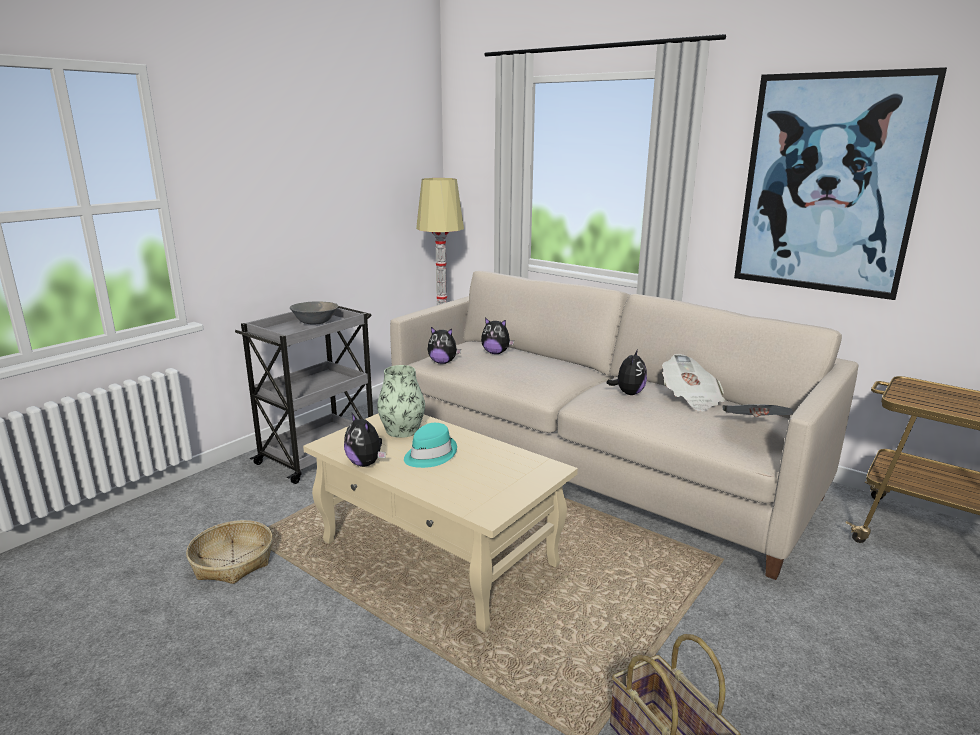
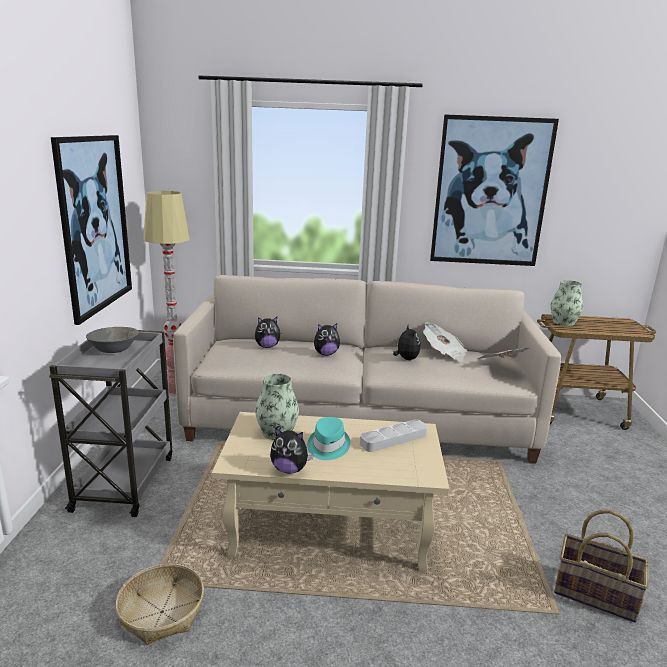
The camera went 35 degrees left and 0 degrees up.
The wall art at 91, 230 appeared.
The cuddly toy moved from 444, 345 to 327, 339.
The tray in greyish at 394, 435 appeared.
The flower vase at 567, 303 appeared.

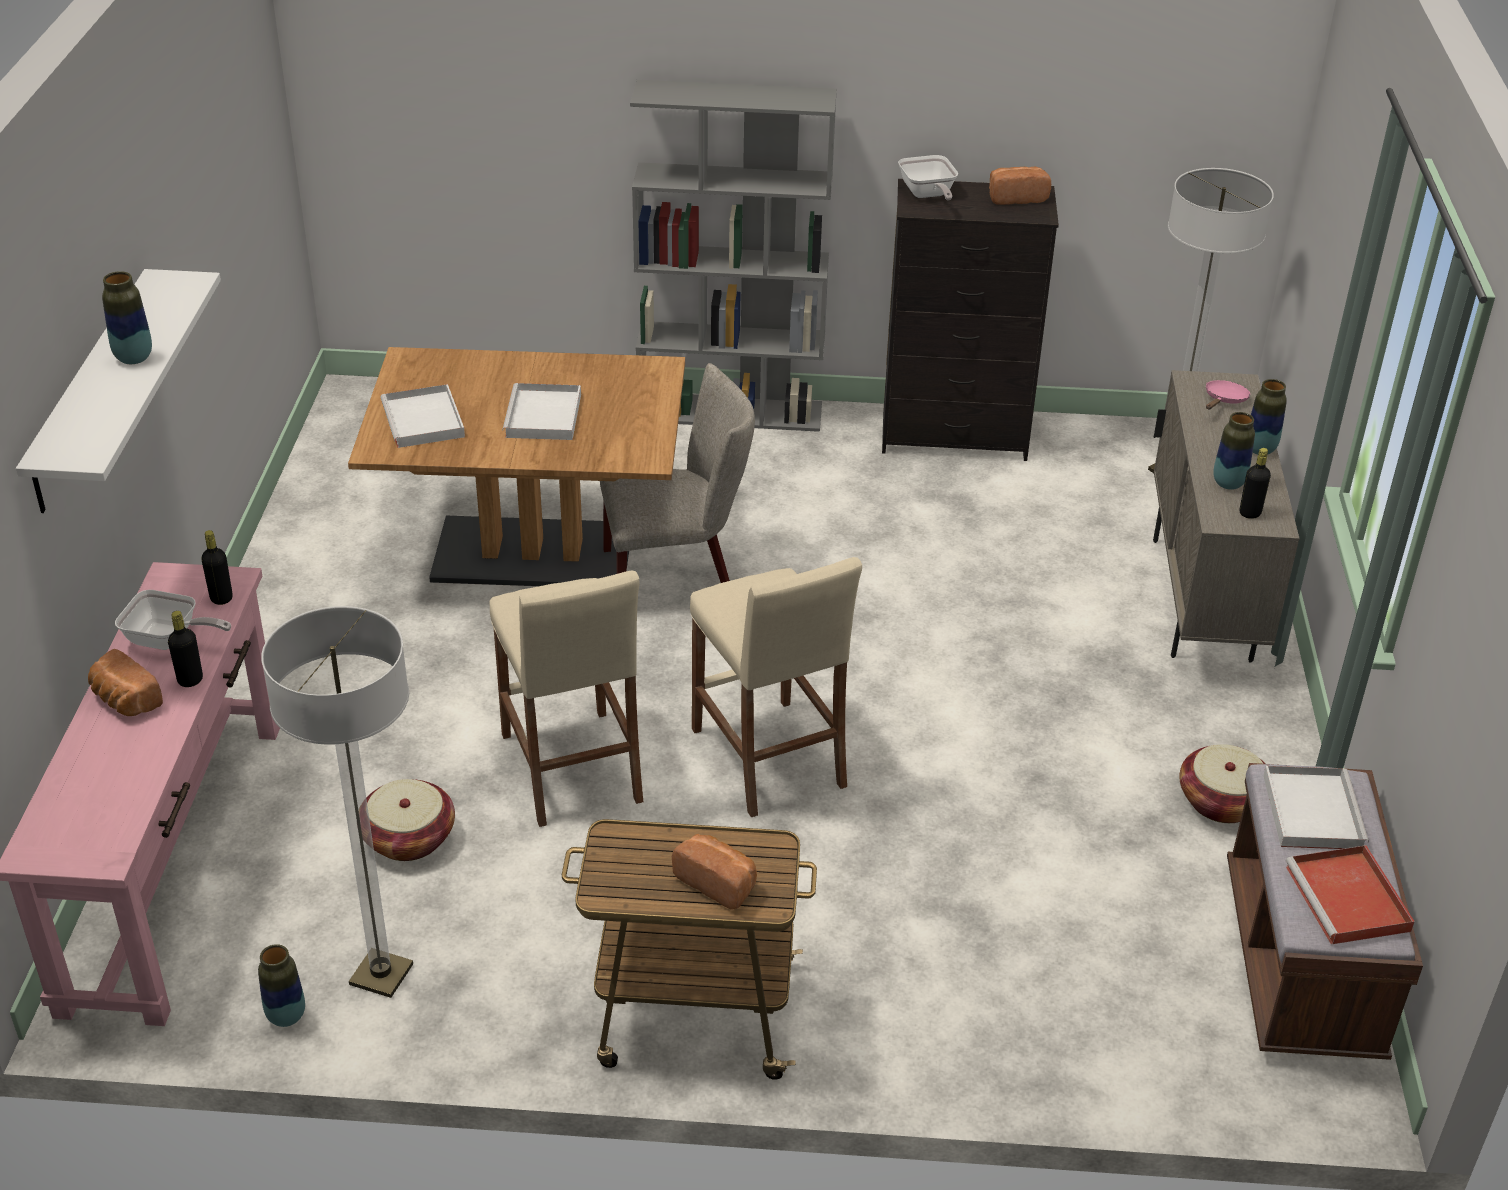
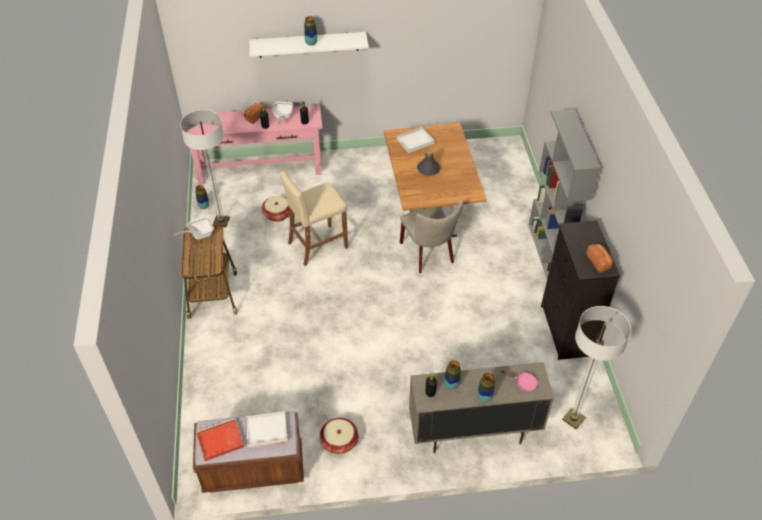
The camera went 80 degrees right and 10 degrees up.
The frying pan moved from 928, 178 to 194, 228.
The tray in whitish at 541, 411 was replaced by the beverage bottle in greyish at 428, 163.
The baked bread at 714, 871 disappeared.
The stool in beige-coloured at 776, 687 disappeared.

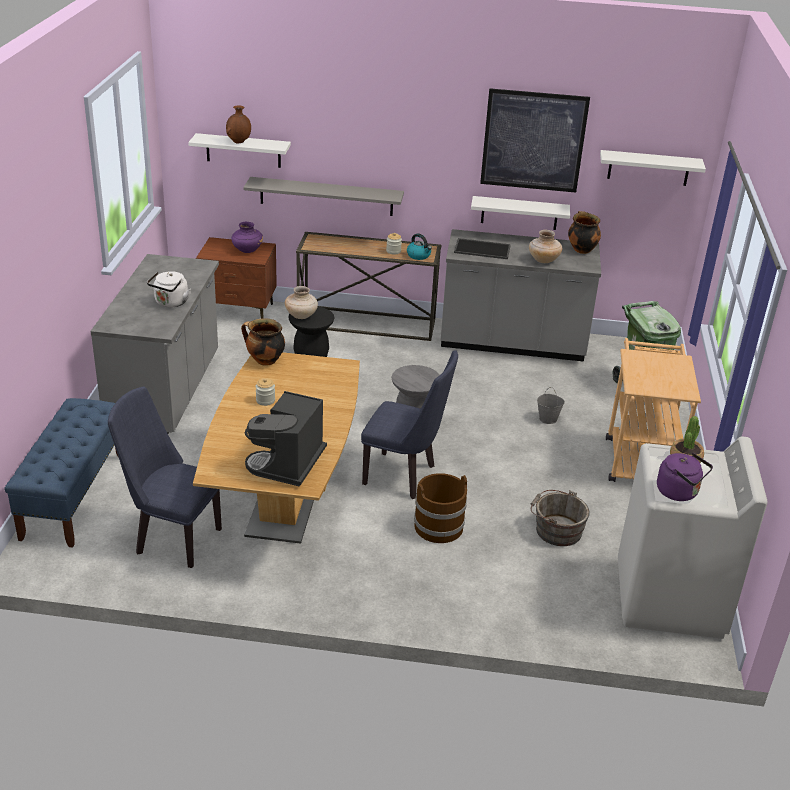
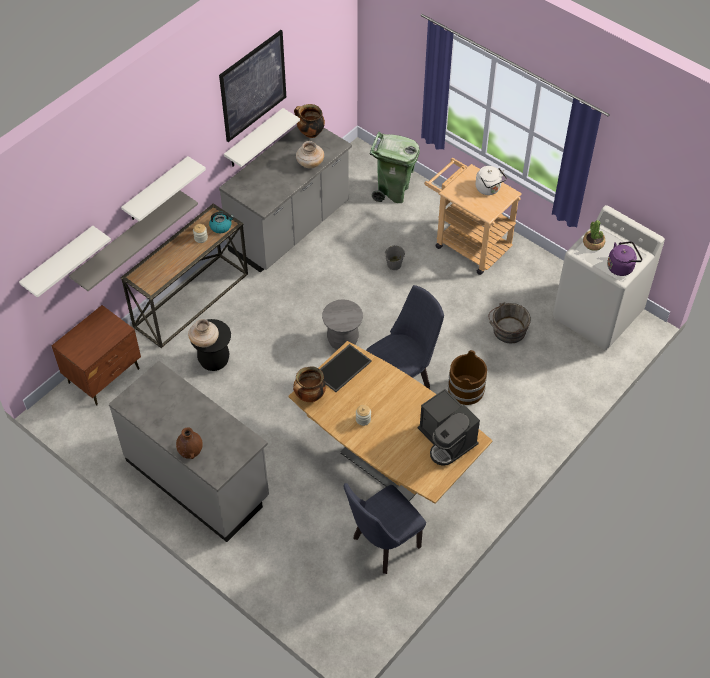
The camera went 55 degrees left and 20 degrees up.
The wall shelf in whitish moved from 653, 168 to 163, 189.
The flower vase in brownish moved from 238, 124 to 189, 443.
The tray moved from 482, 248 to 346, 368.
The water kettle in whitish moved from 169, 289 to 491, 180.
The bench in bluish at 61, 473 disappeared.
The flower vase in purple at 247, 237 disappeared.

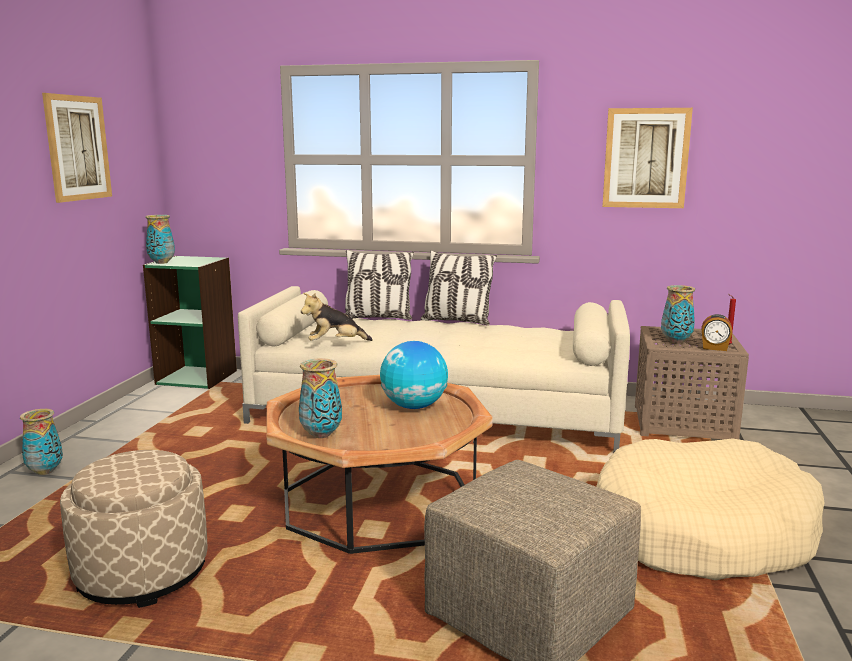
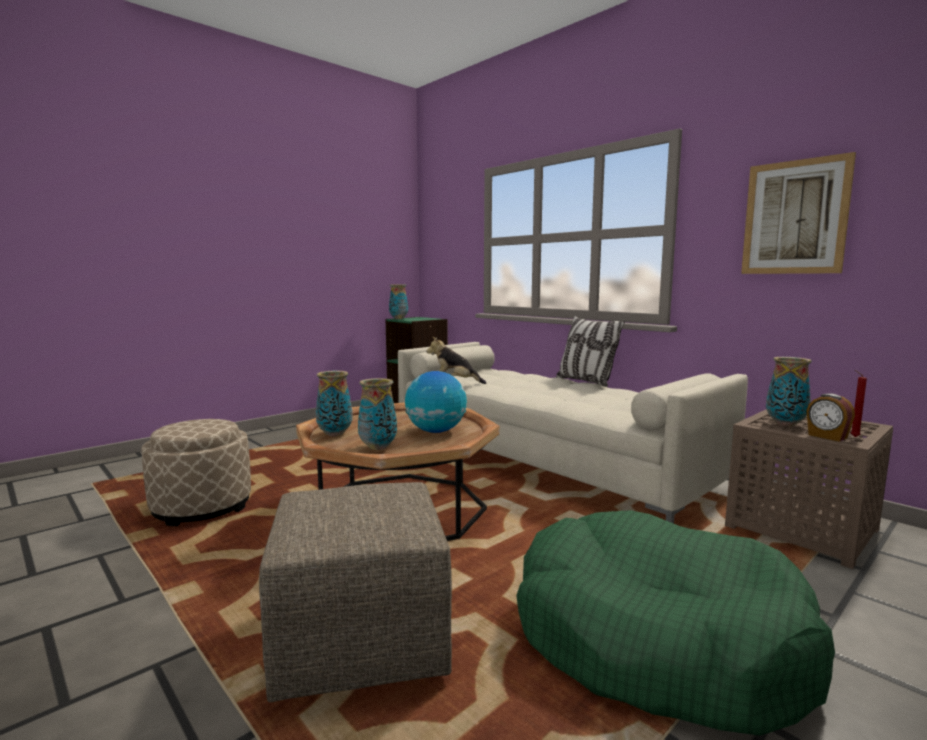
The camera went 35 degrees right and 5 degrees down.
The flower vase moved from 41, 442 to 377, 414.
The dog bed in beige-coloured at 710, 509 became the dog bed in green-coloured at 675, 623.
The wall art at 77, 148 disappeared.
The pillow at 379, 285 disappeared.

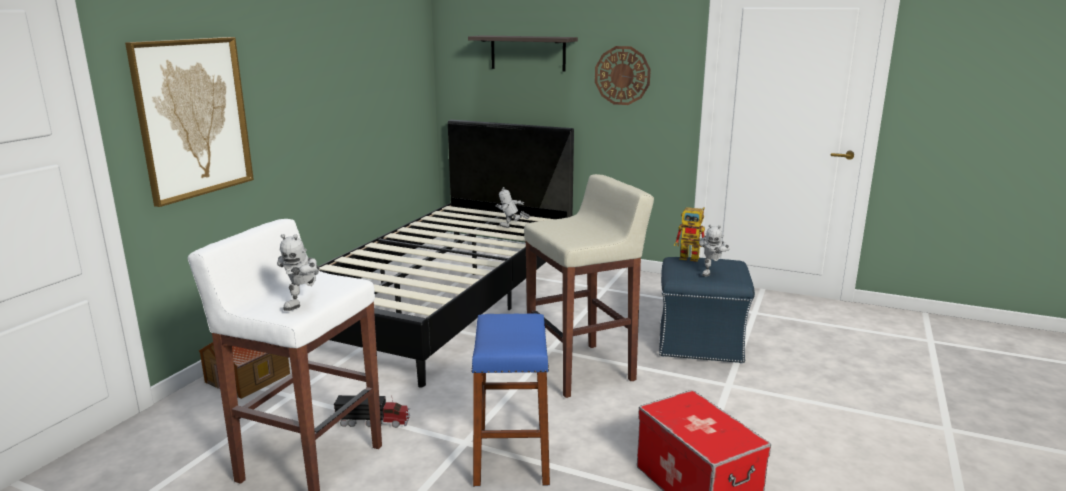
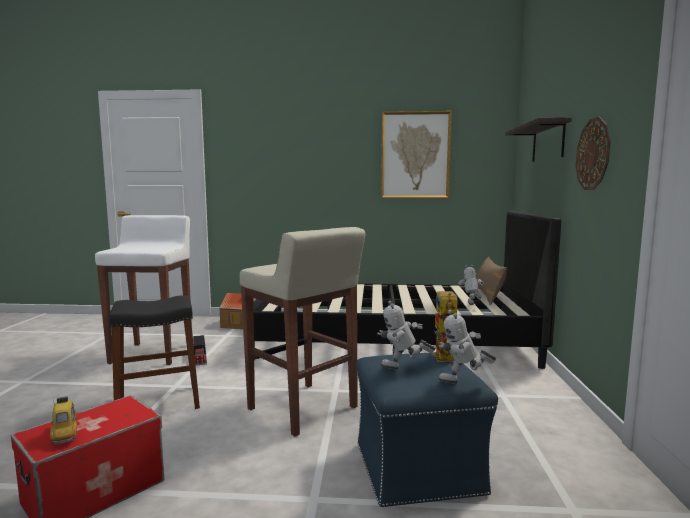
The camera went 70 degrees right and 10 degrees down.
The miniature car at 63, 421 appeared.
The stool in bluish at 510, 399 became the stool in black-coloured at 154, 352.
The wall art moved from 189, 122 to 416, 154.
The model robot moved from 298, 272 to 467, 347.
The pillow in brownish at 491, 280 appeared.

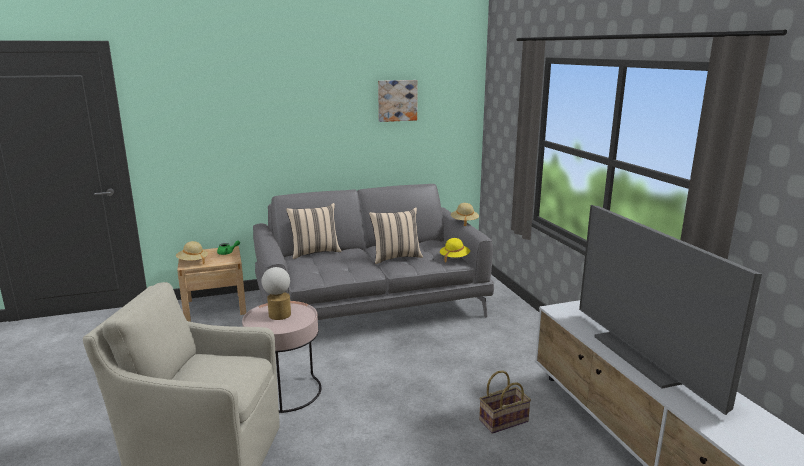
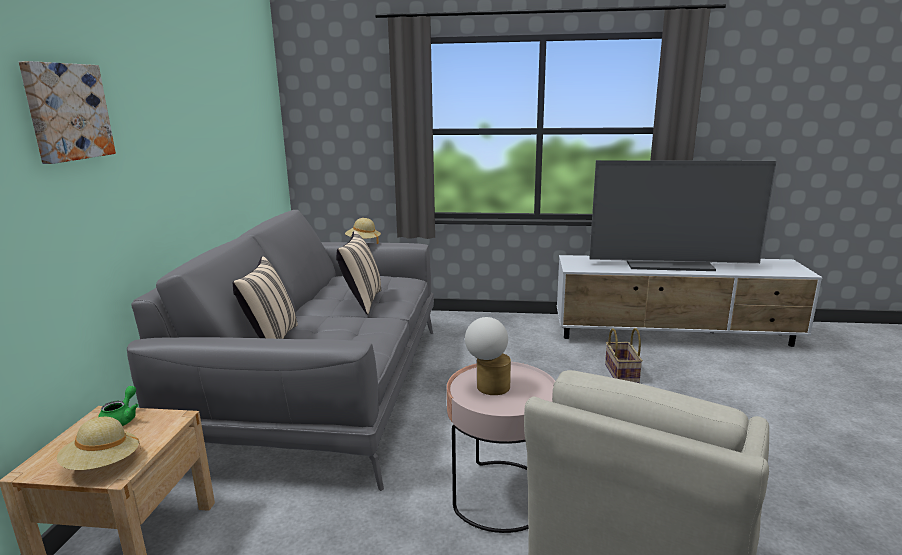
The camera went 65 degrees left and 0 degrees up.
The wall art moved from 398, 101 to 67, 112.
The hat in yellowish at 455, 250 disappeared.

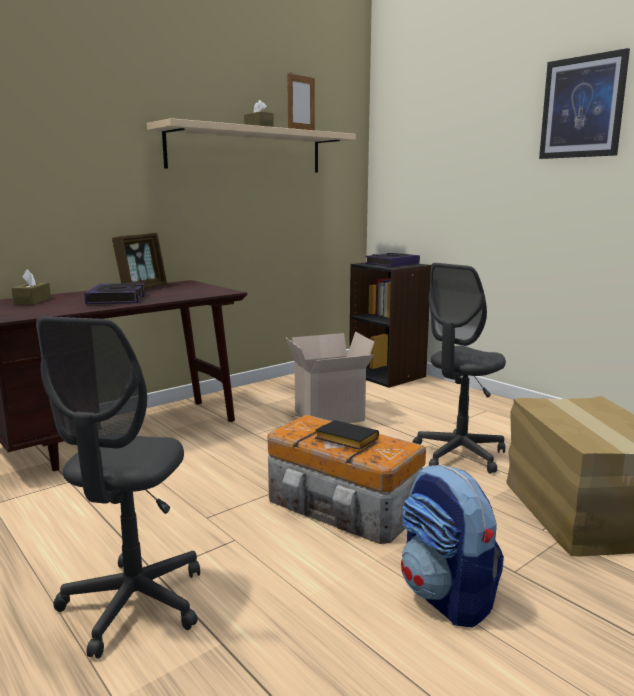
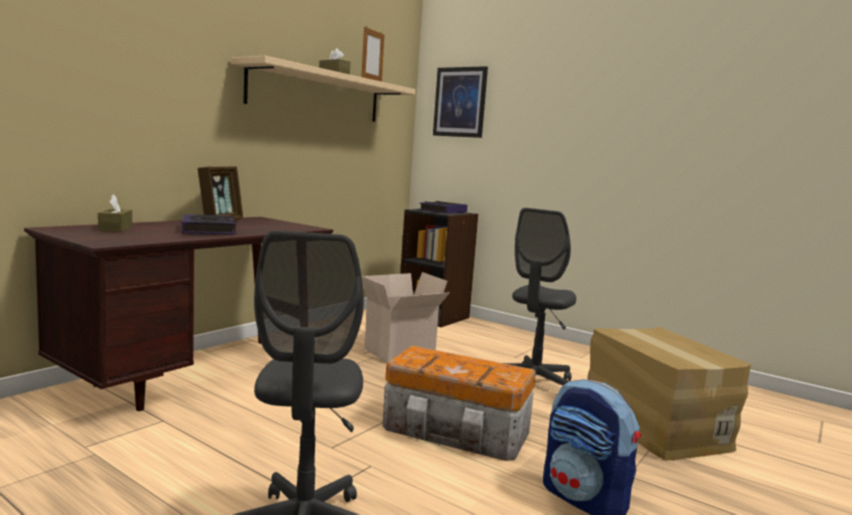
The camera went 15 degrees left and 5 degrees down.
The wall art moved from 584, 103 to 460, 102.
The book in black-coloured at 347, 435 disappeared.

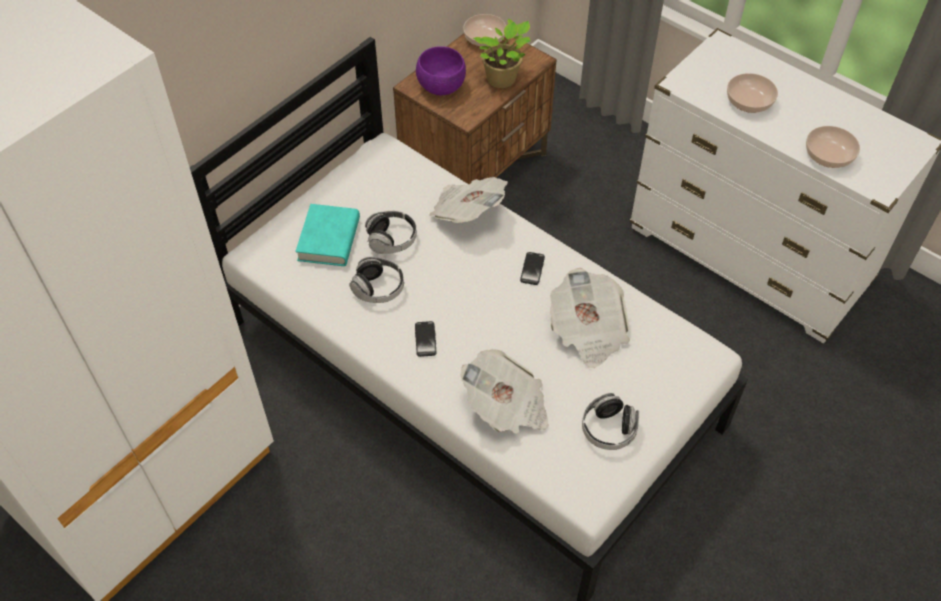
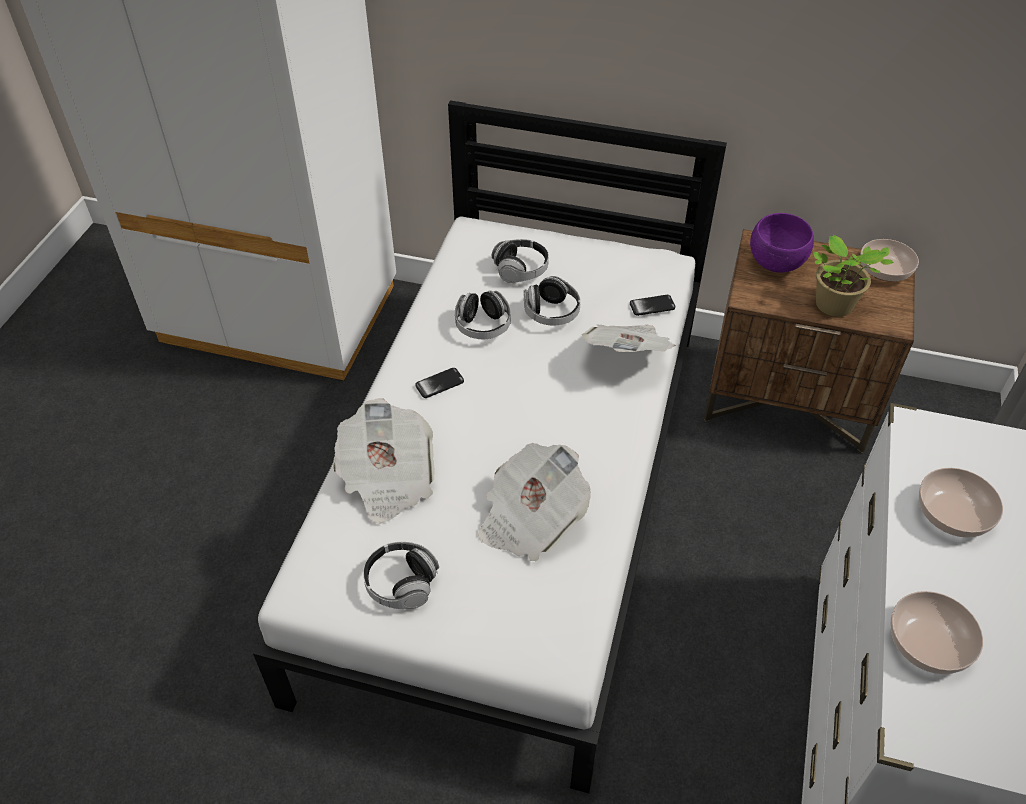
The camera went 65 degrees right and 5 degrees down.
The book in turquoise-coloured at 327, 235 was replaced by the headset at 520, 261.
The phone moved from 532, 268 to 653, 305.

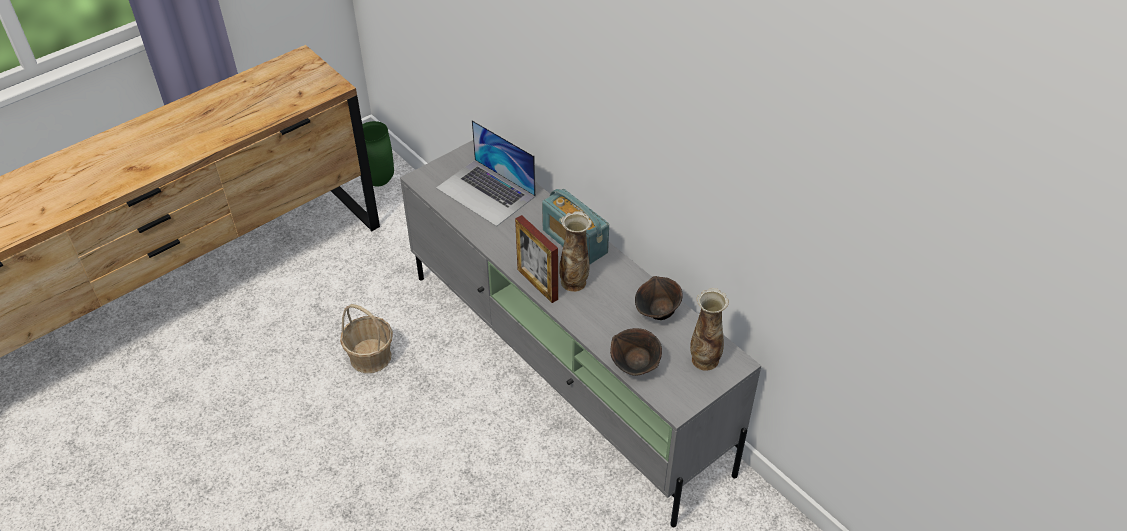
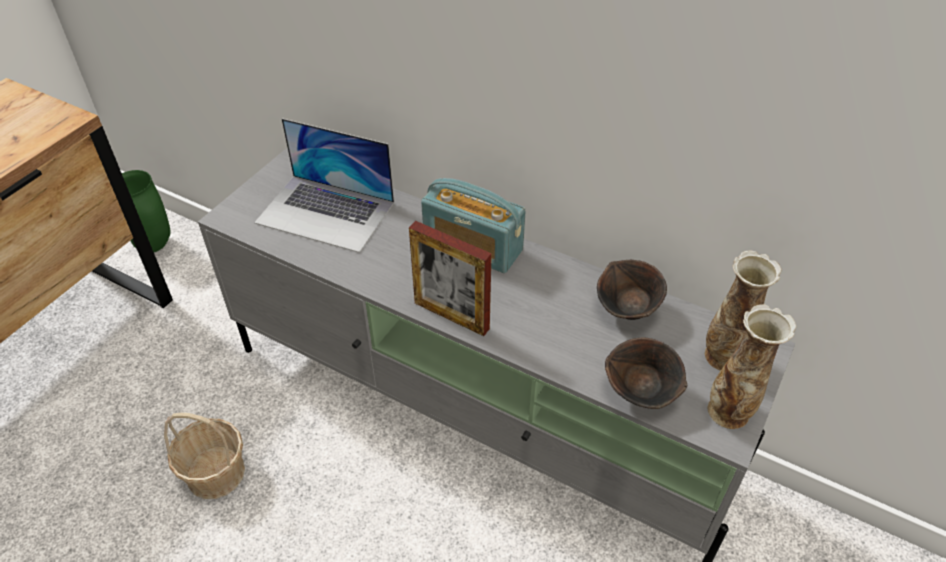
The camera went 20 degrees left and 0 degrees up.
The flower vase moved from 575, 251 to 751, 366.

